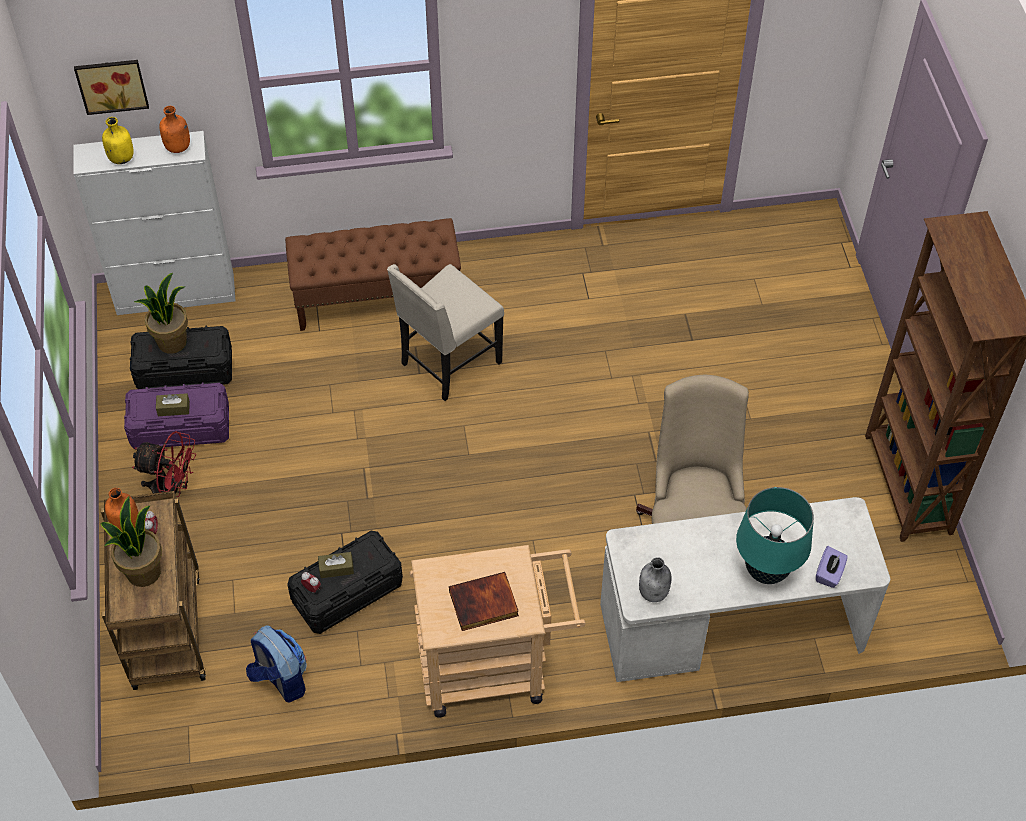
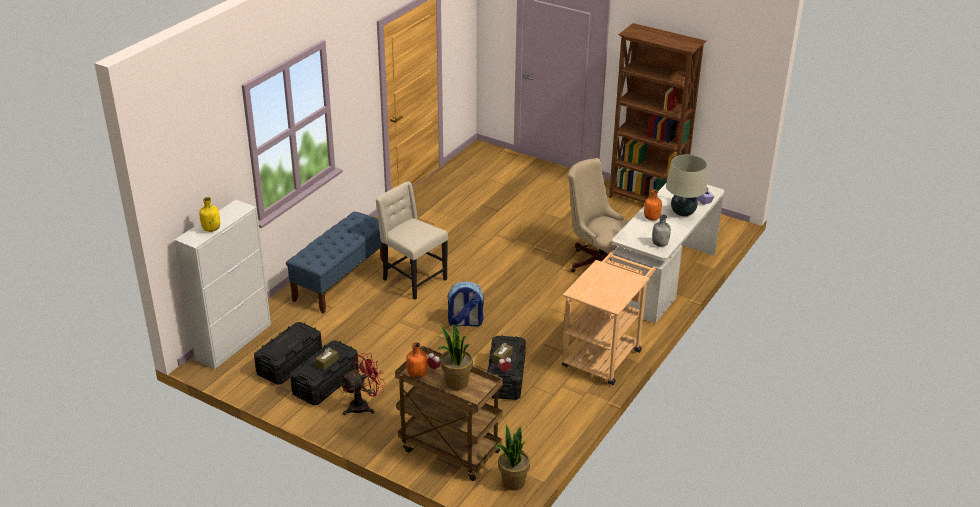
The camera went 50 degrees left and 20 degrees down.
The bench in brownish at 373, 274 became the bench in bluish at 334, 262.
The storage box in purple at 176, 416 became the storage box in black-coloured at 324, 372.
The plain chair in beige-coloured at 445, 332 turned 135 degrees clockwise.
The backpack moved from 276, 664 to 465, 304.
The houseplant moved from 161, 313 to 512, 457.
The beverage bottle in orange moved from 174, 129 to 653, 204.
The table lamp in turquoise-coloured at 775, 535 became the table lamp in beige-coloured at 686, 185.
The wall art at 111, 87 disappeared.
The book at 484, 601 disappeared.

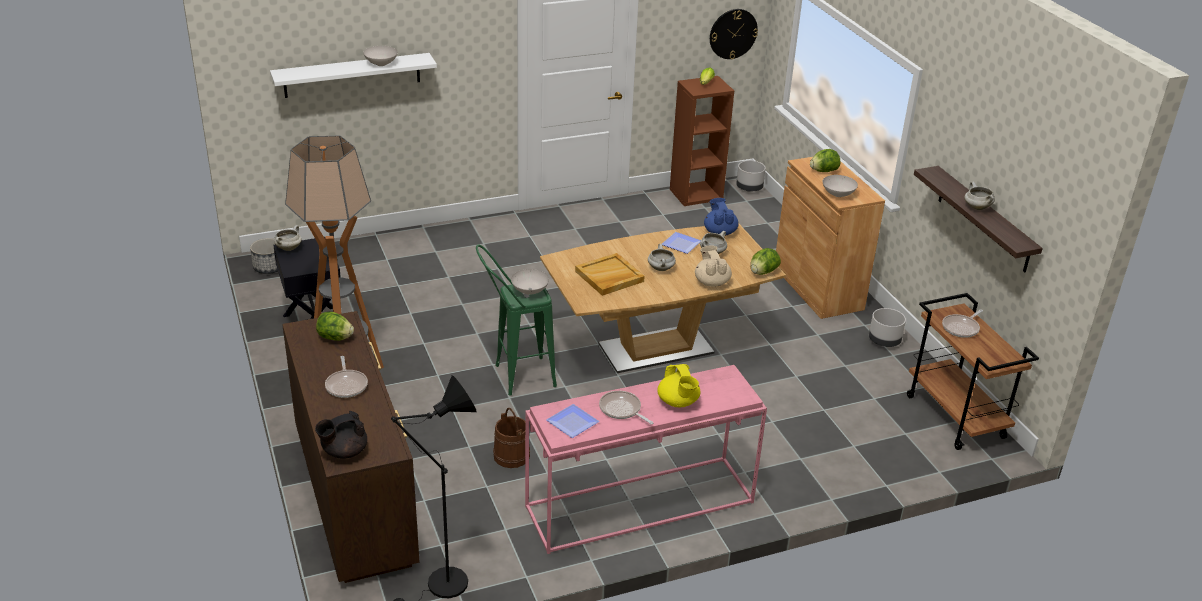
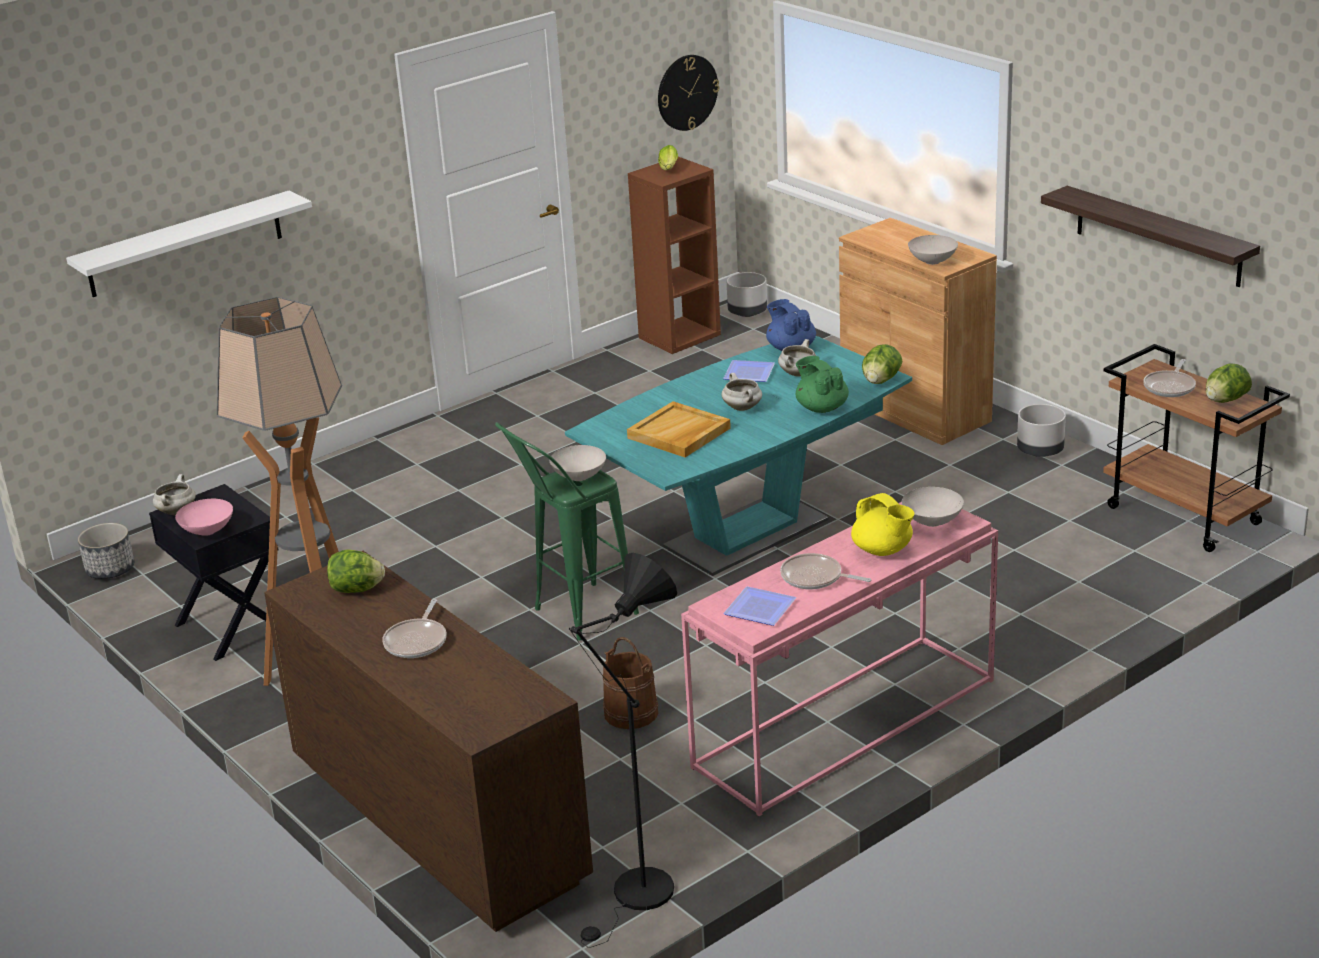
The camera went 15 degrees left and 5 degrees down.
The bowl in pink at 204, 517 appeared.
The frying pan at 346, 377 turned 45 degrees clockwise.
The dining table in brownish at 663, 298 became the dining table in turquoise-coloured at 738, 456.
The pot for tea in beige-coloured at 713, 266 became the pot for tea in green-coloured at 822, 384.
The bowl in whitish moved from 380, 56 to 933, 507.
The head of lettuce moved from 825, 160 to 1229, 383.
The pot for tea in black-coloured at 341, 435 disappeared.
The cooking pot in whitish at 979, 196 disappeared.

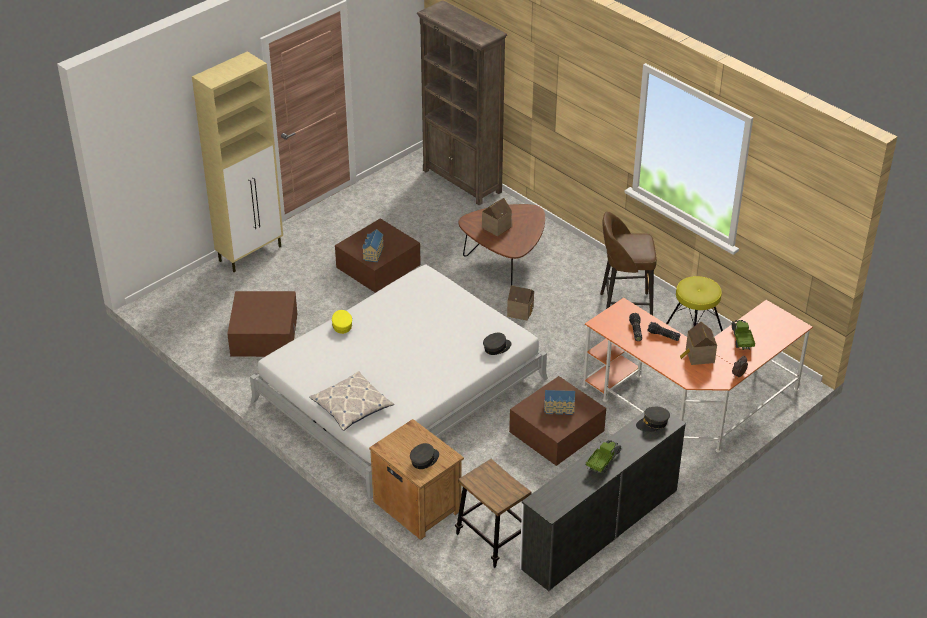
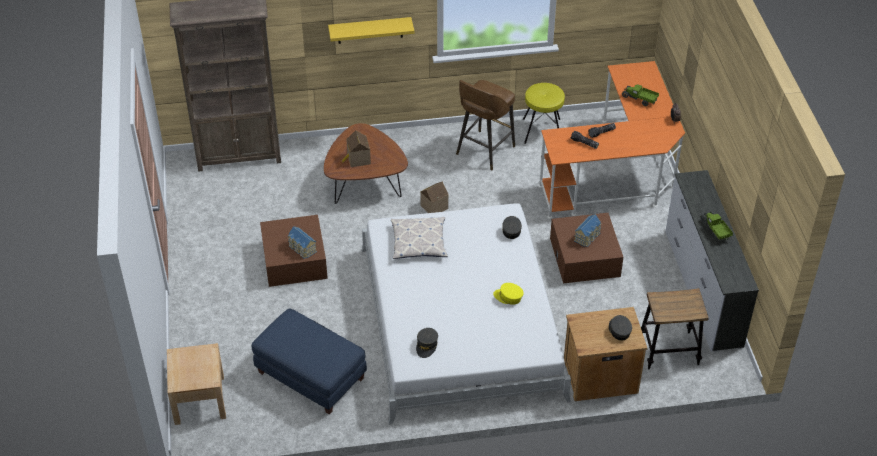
The camera went 55 degrees left and 5 degrees up.
The night table in beige-coloured at 196, 384 appeared.
The storage box in brownish at 262, 324 was replaced by the footrest in bluish at 309, 362.
The wall shelf in yellowish at 371, 30 appeared.
The pillow moved from 351, 401 to 419, 238.
The baseball cap in greyish moved from 653, 419 to 427, 343.
The baseball cap in yellowish moved from 342, 322 to 508, 294.
The storage cabinet in beige-coloured at 237, 161 disappeared.
The toy house at 698, 343 disappeared.

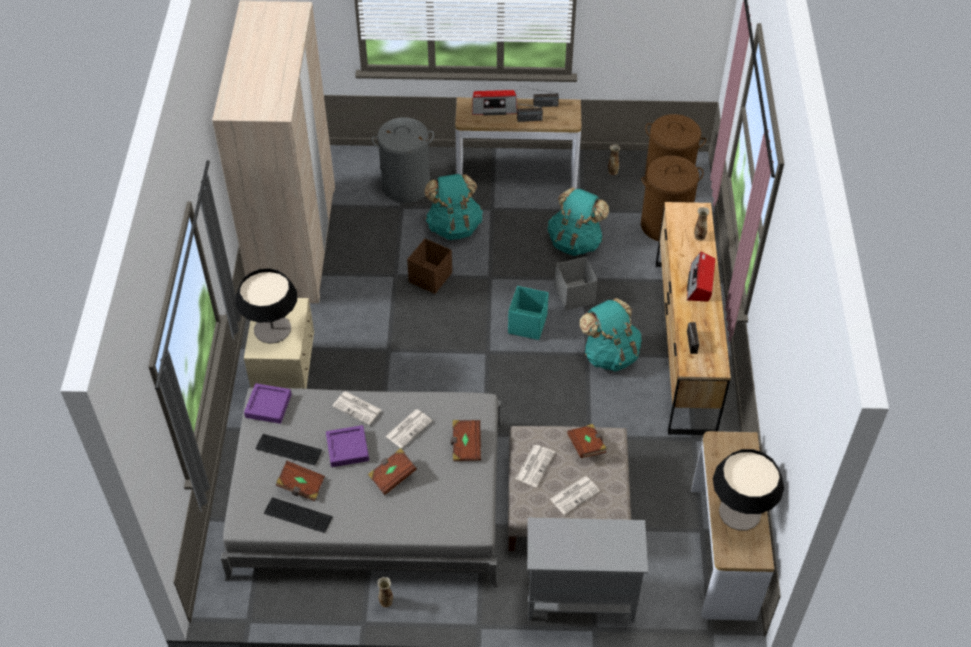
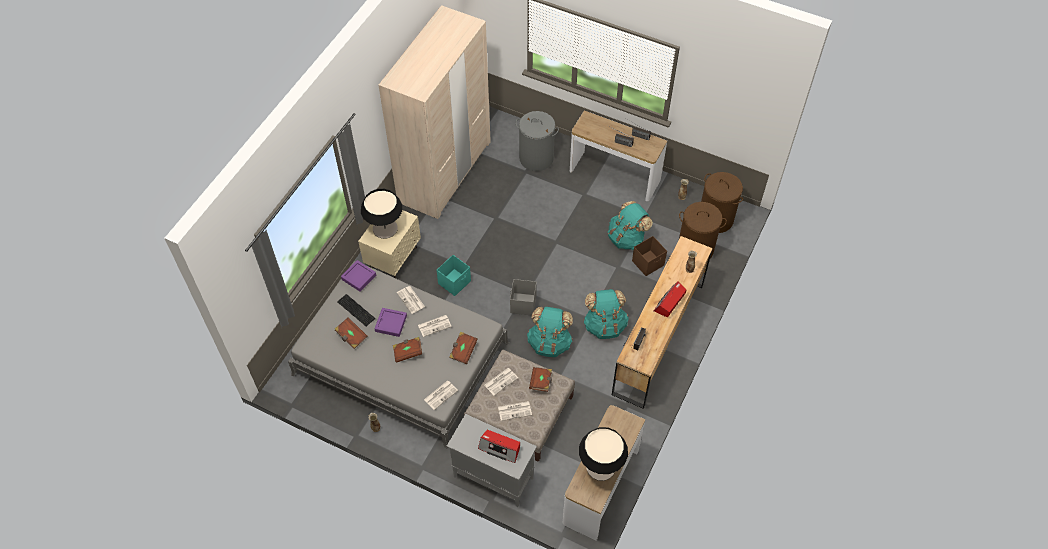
The camera went 25 degrees right and 5 degrees up.
The printed paper at 441, 395 appeared.
The storage box in turquoise-coloured moved from 528, 313 to 454, 275.
The radio receiver moved from 494, 102 to 499, 446.
The storage box in greyish moved from 576, 283 to 523, 297.
The backpack in turquoise-coloured moved from 454, 207 to 550, 332.
The storage box in brownish moved from 429, 266 to 649, 256.
The keyboard at 298, 515 disappeared.

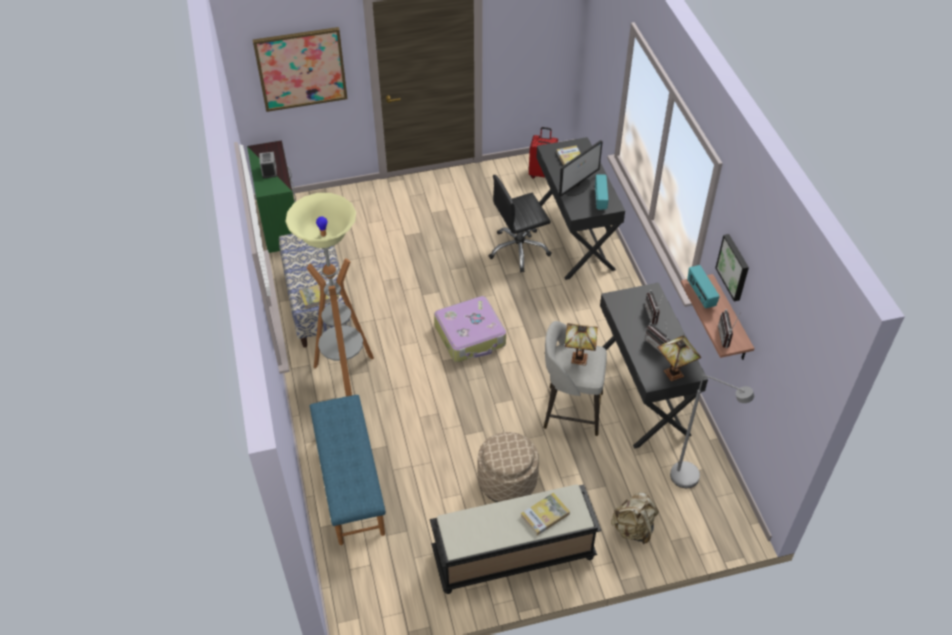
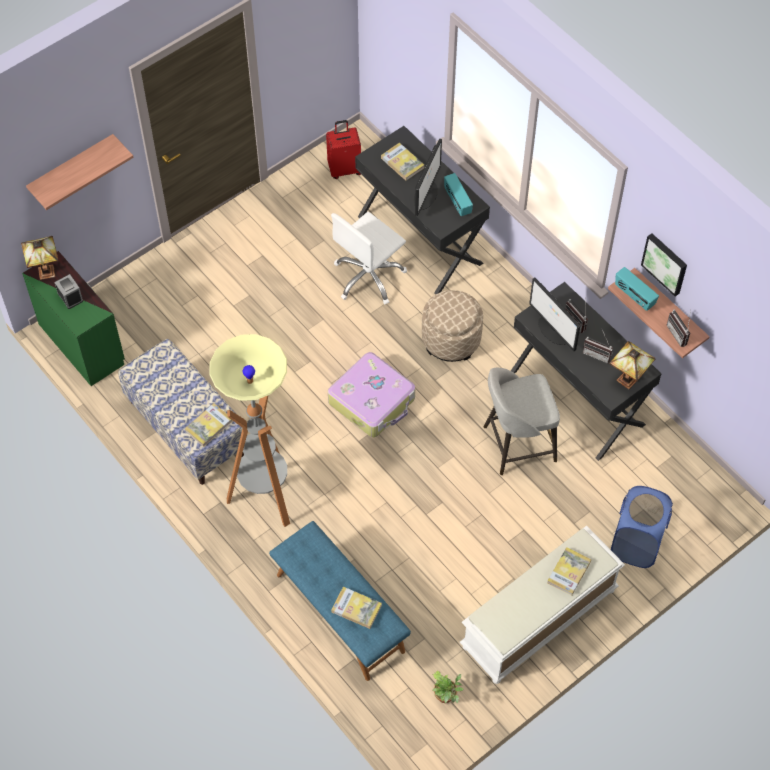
The camera went 25 degrees left and 10 degrees up.
The table lamp moved from 581, 344 to 39, 258.
The wall art at 300, 69 was replaced by the wall shelf at 80, 172.
The computer chair in black-coloured at 520, 224 became the computer chair in whitish at 369, 257.
The book at 356, 608 appeared.
The footrest in beige-coloured moved from 508, 467 to 452, 326.
The houseplant at 448, 687 appeared.
The bench in black-coloured at 515, 539 became the bench in whitish at 542, 605.
The monitor at 555, 314 appeared.
The backpack in beige-coloured at 635, 518 was replaced by the laundry basket in bluish at 642, 527.
The standard lamp in greyish at 712, 431 disappeared.

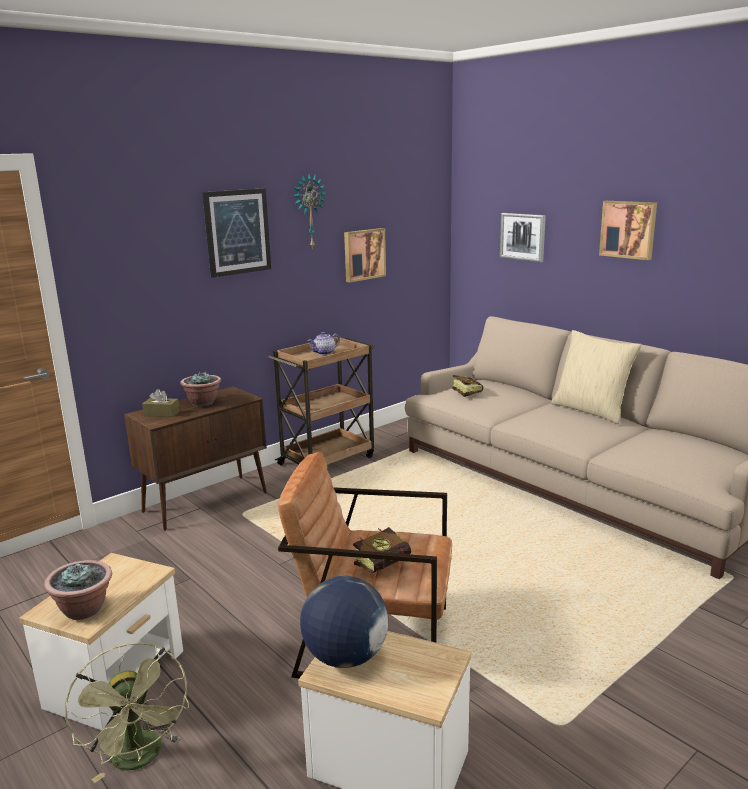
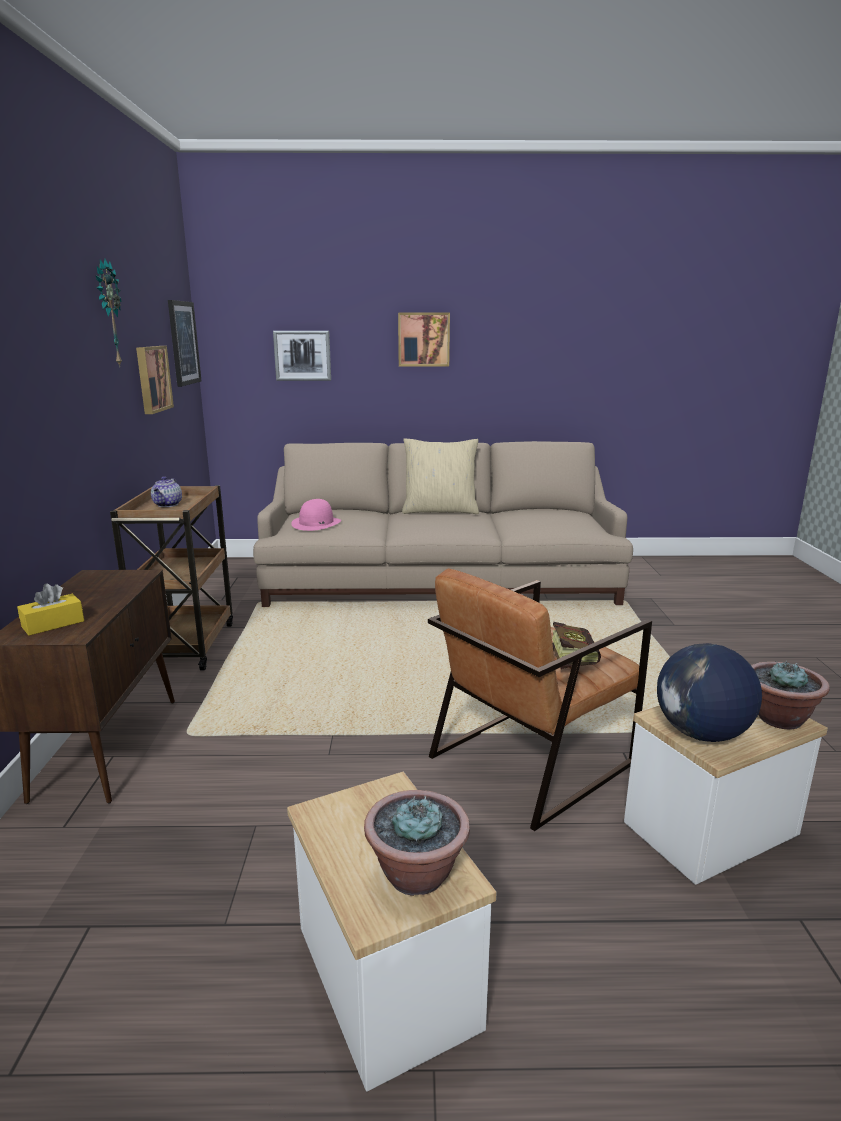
The camera went 50 degrees left and 0 degrees up.
The tissue box in brownish at 161, 403 became the tissue box in yellowish at 50, 610.
The wall art moved from 236, 233 to 185, 343.
The book at 467, 386 was replaced by the hat in pink at 316, 515.
The houseplant moved from 200, 389 to 790, 694.
The cooling fan in green-coloured at 127, 713 disappeared.

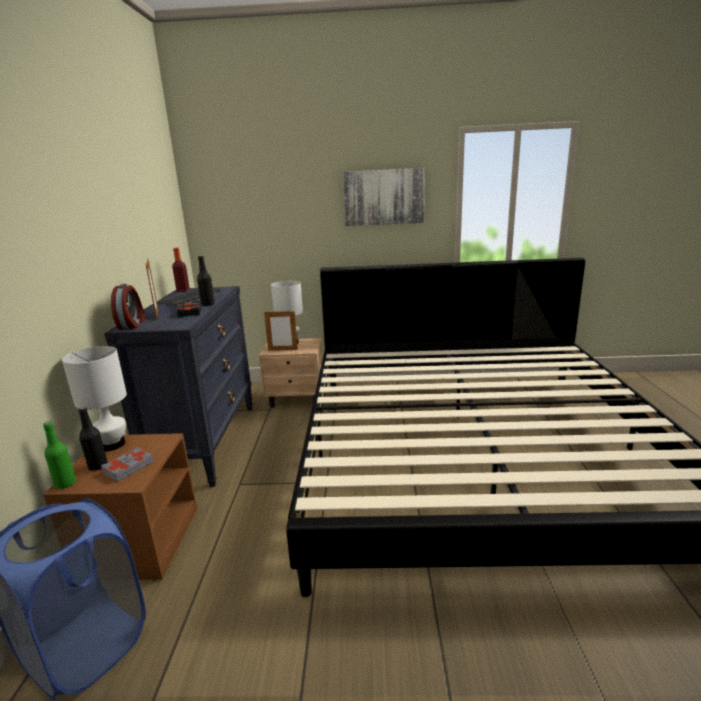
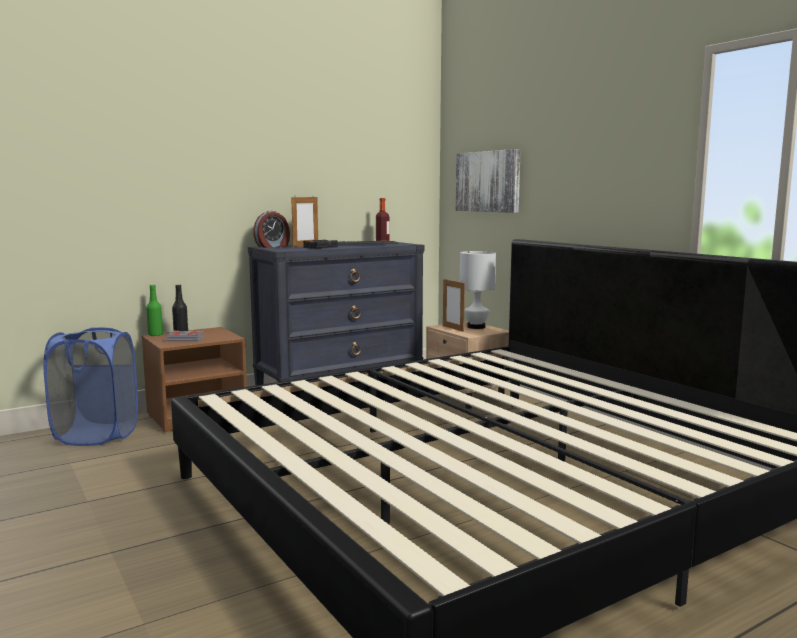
The camera went 55 degrees right and 10 degrees down.
The wall art moved from 384, 197 to 488, 181.
The table lamp in whitish at 94, 398 disappeared.
The beverage bottle in black-coloured at 206, 280 disappeared.

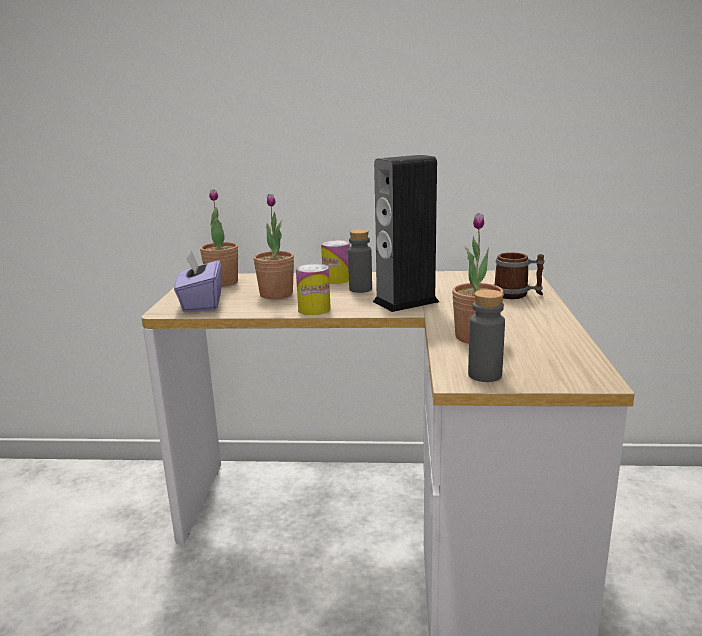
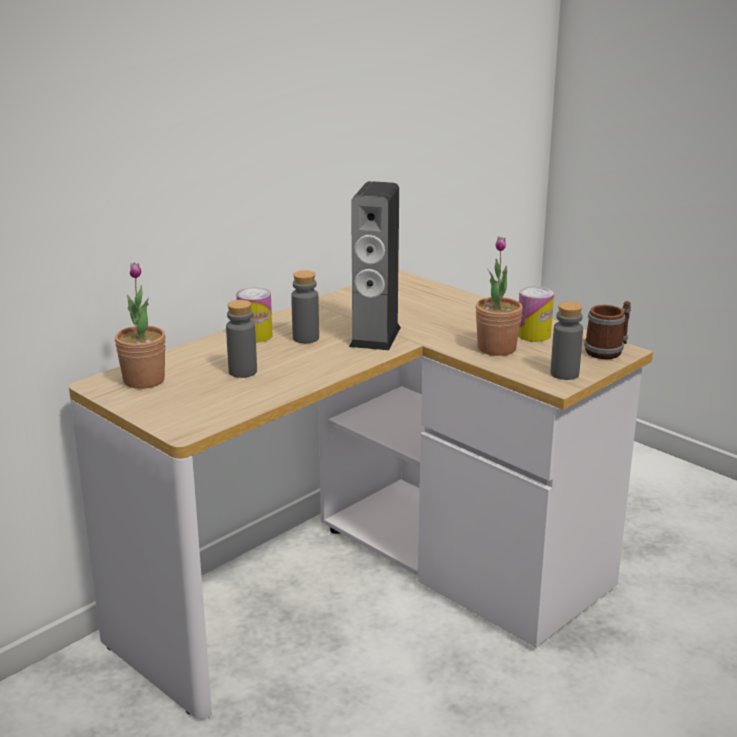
The camera went 50 degrees left and 5 degrees up.
The houseplant at 274, 246 was replaced by the beverage bottle in greyish at 241, 339.
The sealed can moved from 313, 289 to 536, 314.
The tea mug moved from 519, 275 to 607, 330.
The tissue box in purple at 198, 281 disappeared.

